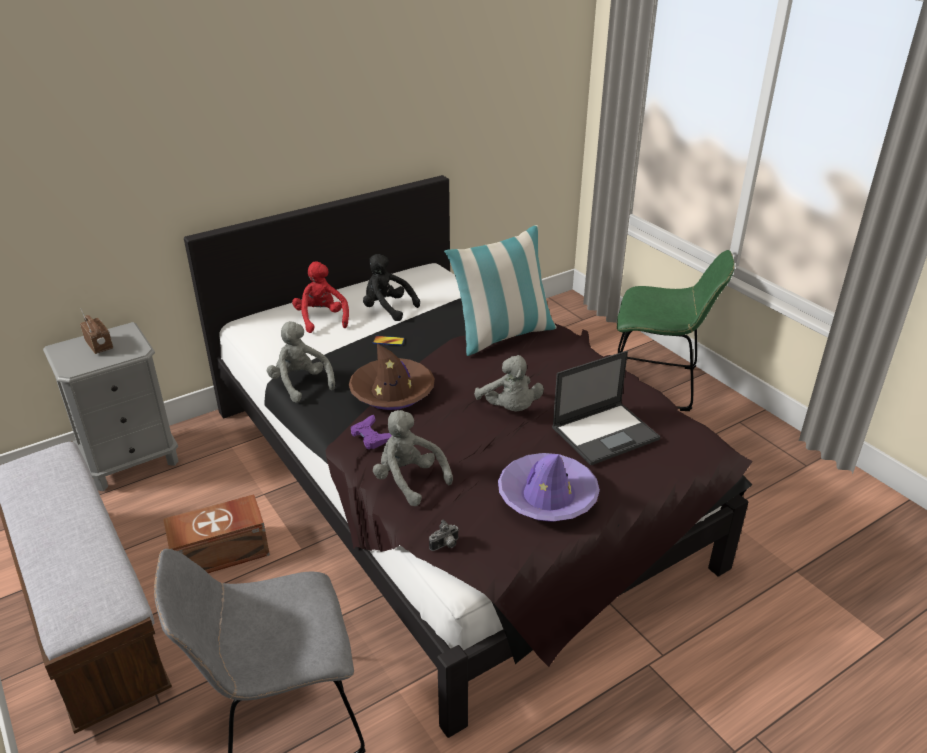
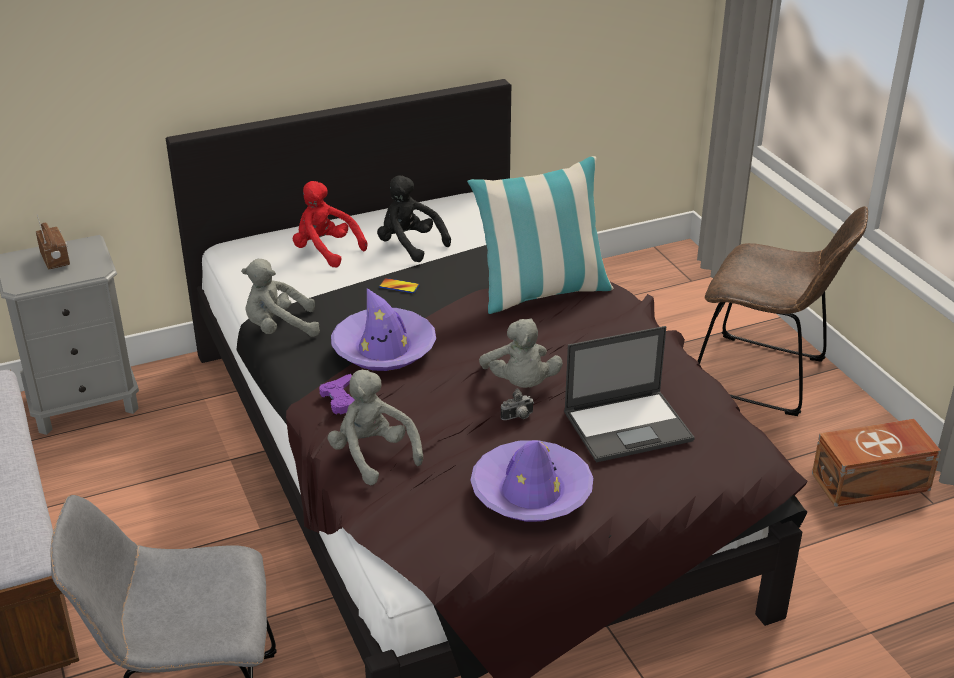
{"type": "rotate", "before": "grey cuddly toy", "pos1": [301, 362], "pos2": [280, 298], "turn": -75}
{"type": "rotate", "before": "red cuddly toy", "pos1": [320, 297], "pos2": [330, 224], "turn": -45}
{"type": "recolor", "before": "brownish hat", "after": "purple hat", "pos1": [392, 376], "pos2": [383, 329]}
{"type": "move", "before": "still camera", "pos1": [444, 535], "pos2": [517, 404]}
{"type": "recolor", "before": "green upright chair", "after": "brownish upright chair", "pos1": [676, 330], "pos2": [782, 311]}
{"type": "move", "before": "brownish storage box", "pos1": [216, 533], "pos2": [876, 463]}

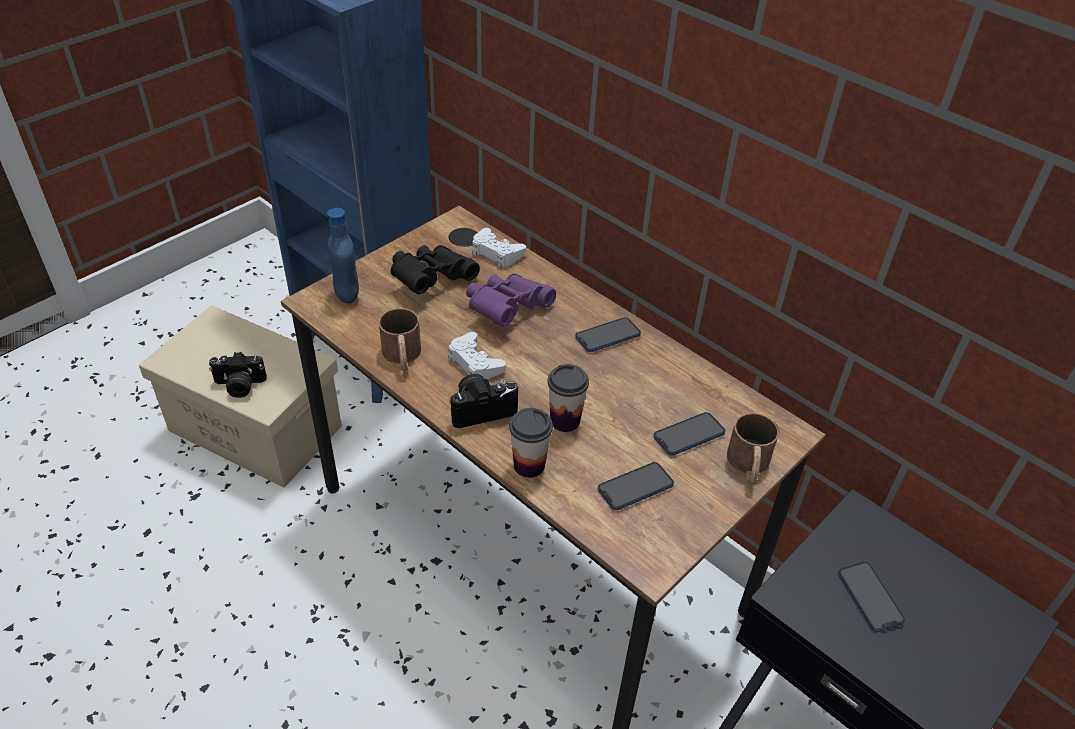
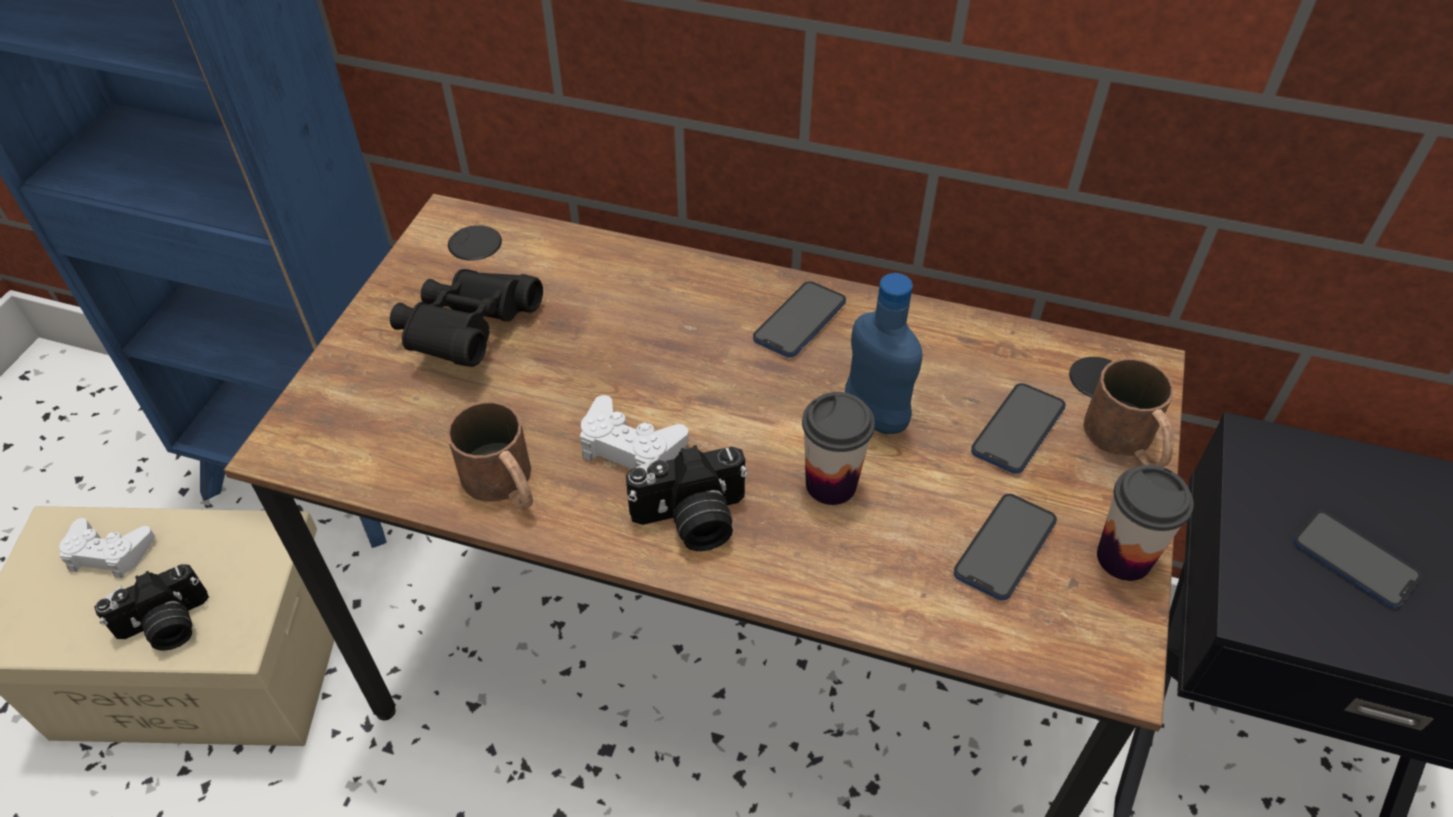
{"type": "move", "before": "whitish gamepad", "pos1": [499, 248], "pos2": [107, 548]}
{"type": "rotate", "before": "still camera", "pos1": [483, 401], "pos2": [687, 498], "turn": -150}
{"type": "move", "before": "bluish beverage bottle", "pos1": [343, 255], "pos2": [883, 353]}
{"type": "move", "before": "drinking cup", "pos1": [531, 443], "pos2": [1145, 523]}
{"type": "delete", "before": "purple field glasses", "pos1": [511, 300]}

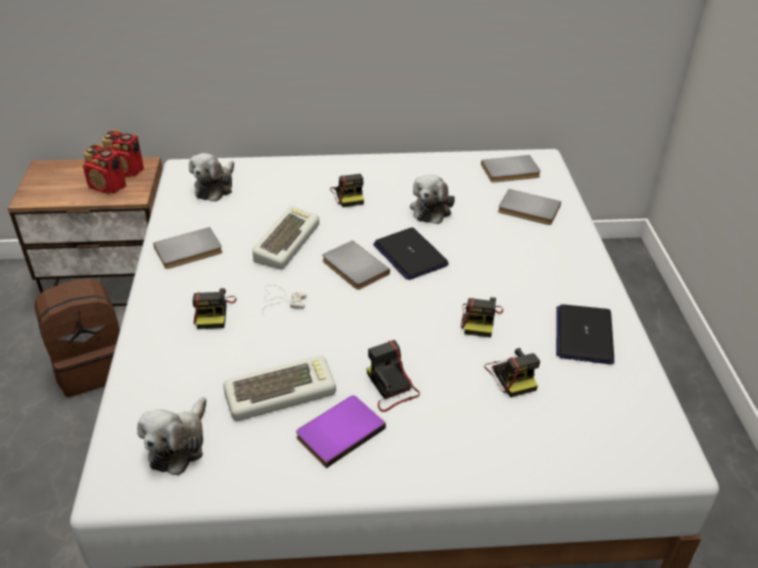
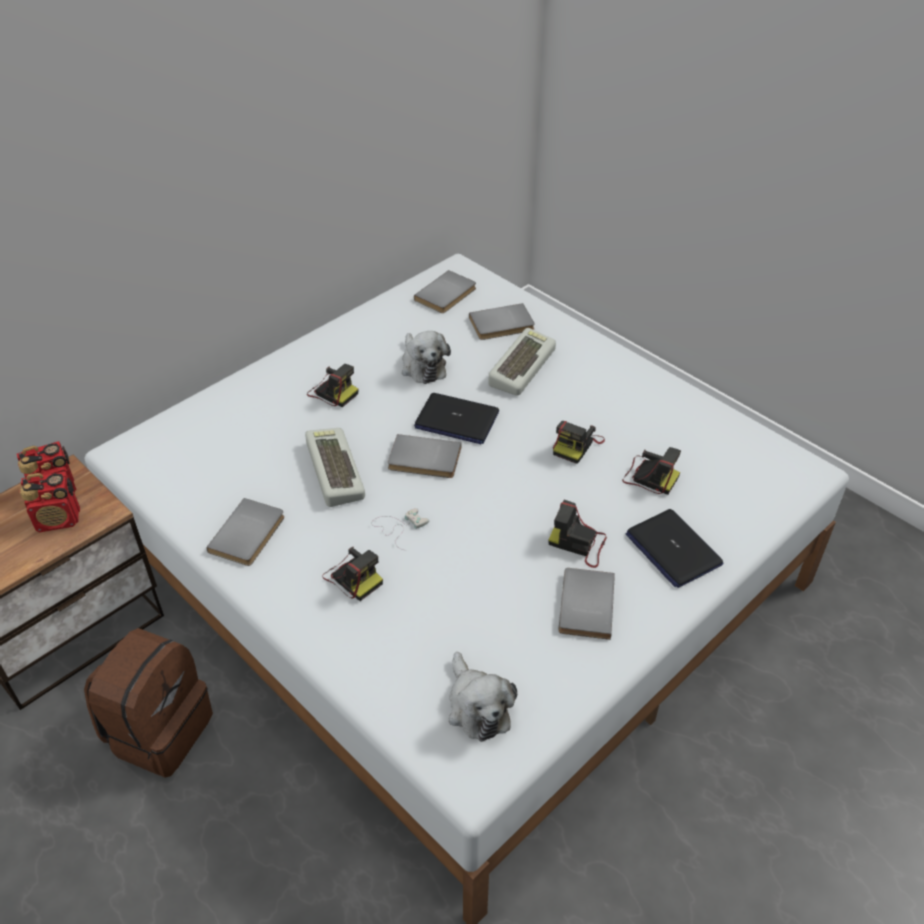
{"type": "move", "before": "keyboard", "pos1": [279, 388], "pos2": [522, 362]}
{"type": "rotate", "before": "still camera", "pos1": [482, 317], "pos2": [579, 442], "turn": 60}
{"type": "recolor", "before": "purple volume", "after": "grey volume", "pos1": [341, 431], "pos2": [587, 604]}
{"type": "move", "before": "notebook computer", "pos1": [585, 334], "pos2": [674, 548]}
{"type": "delete", "before": "cuddly toy", "pos1": [211, 177]}

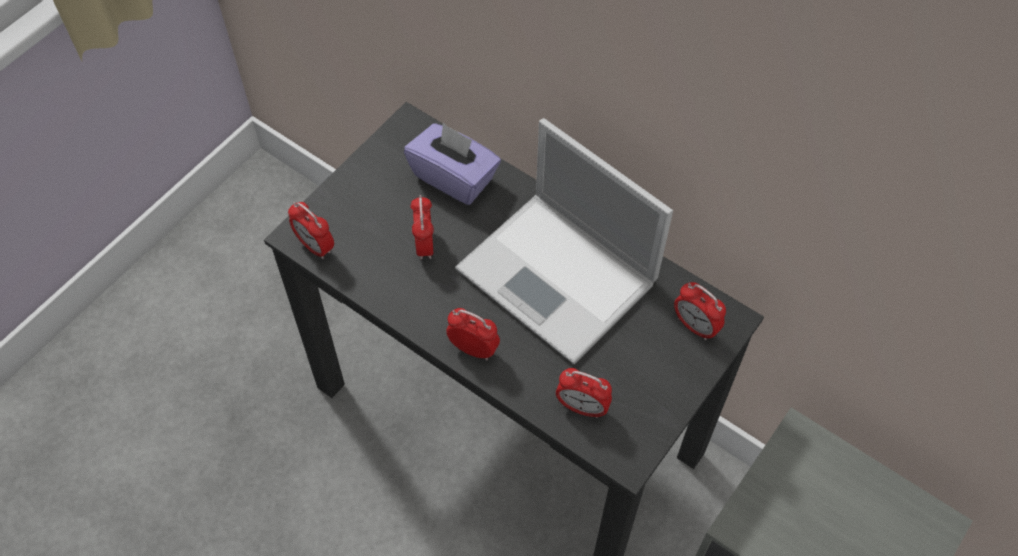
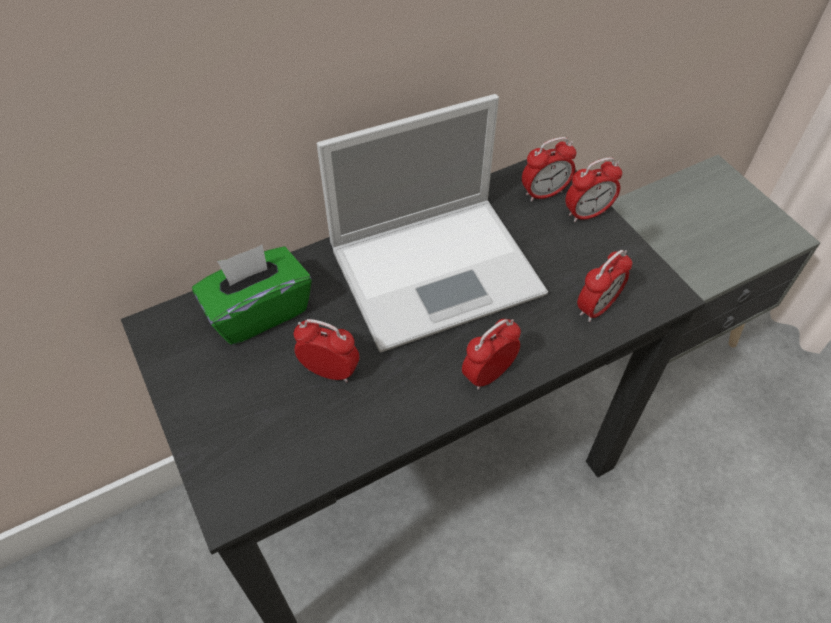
{"type": "recolor", "before": "purple tissue holder", "after": "green tissue holder", "pos1": [452, 164], "pos2": [252, 295]}
{"type": "move", "before": "alarm clock", "pos1": [311, 230], "pos2": [593, 190]}

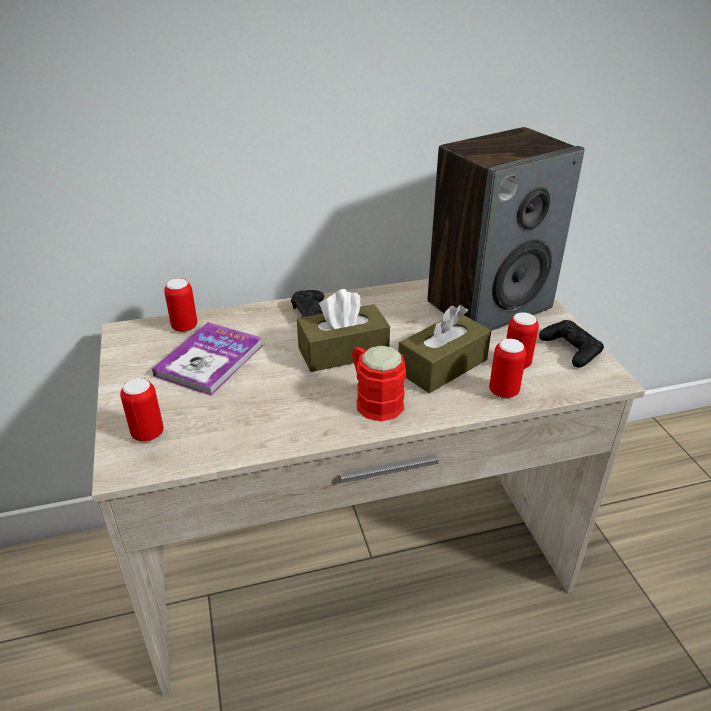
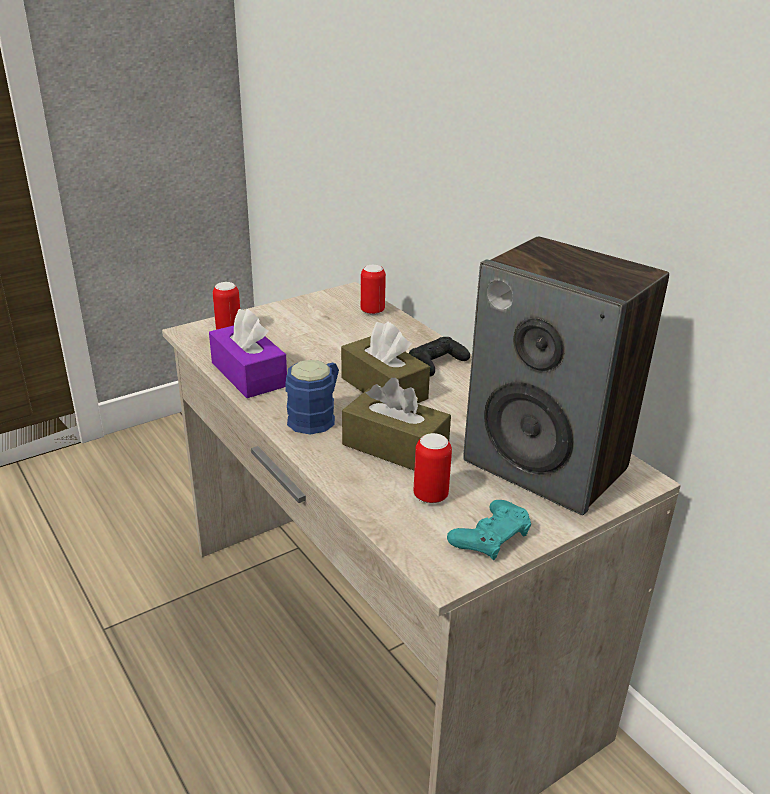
{"type": "insert", "after": "purple tissue holder", "pos2": [248, 353]}
{"type": "recolor", "before": "red mug", "after": "bluish mug", "pos1": [379, 384], "pos2": [312, 397]}
{"type": "recolor", "before": "blackish gamepad", "after": "turquoise-coloured gamepad", "pos1": [571, 344], "pos2": [489, 530]}
{"type": "delete", "before": "volume", "pos1": [207, 359]}
{"type": "delete", "before": "sealed can", "pos1": [508, 368]}

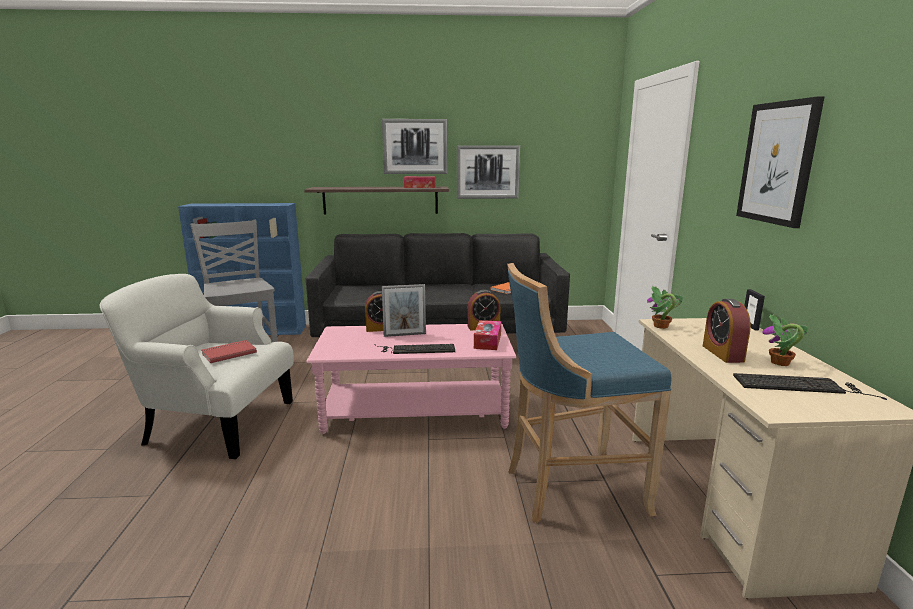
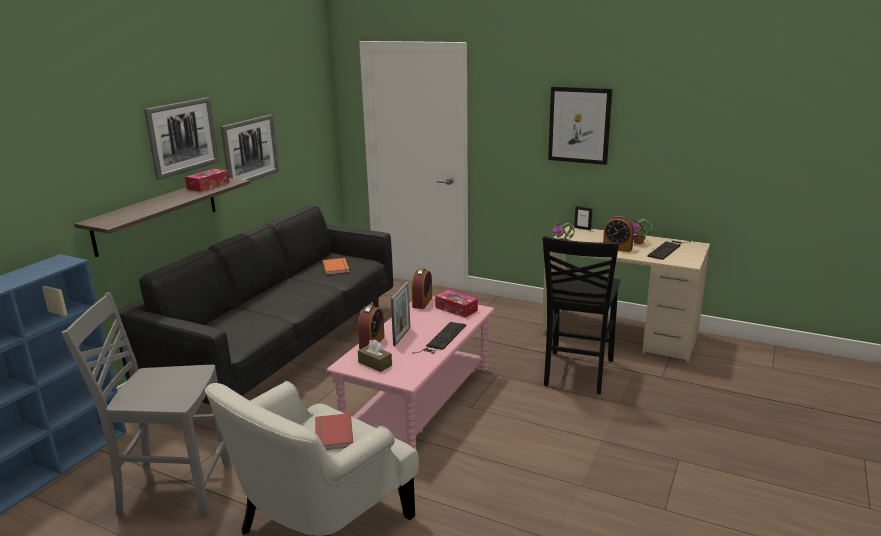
{"type": "insert", "after": "brownish tissue holder", "pos2": [375, 356]}
{"type": "replace", "before": "bluish sitting stool", "after": "blackish upright chair", "pos1": [589, 393], "pos2": [581, 315]}

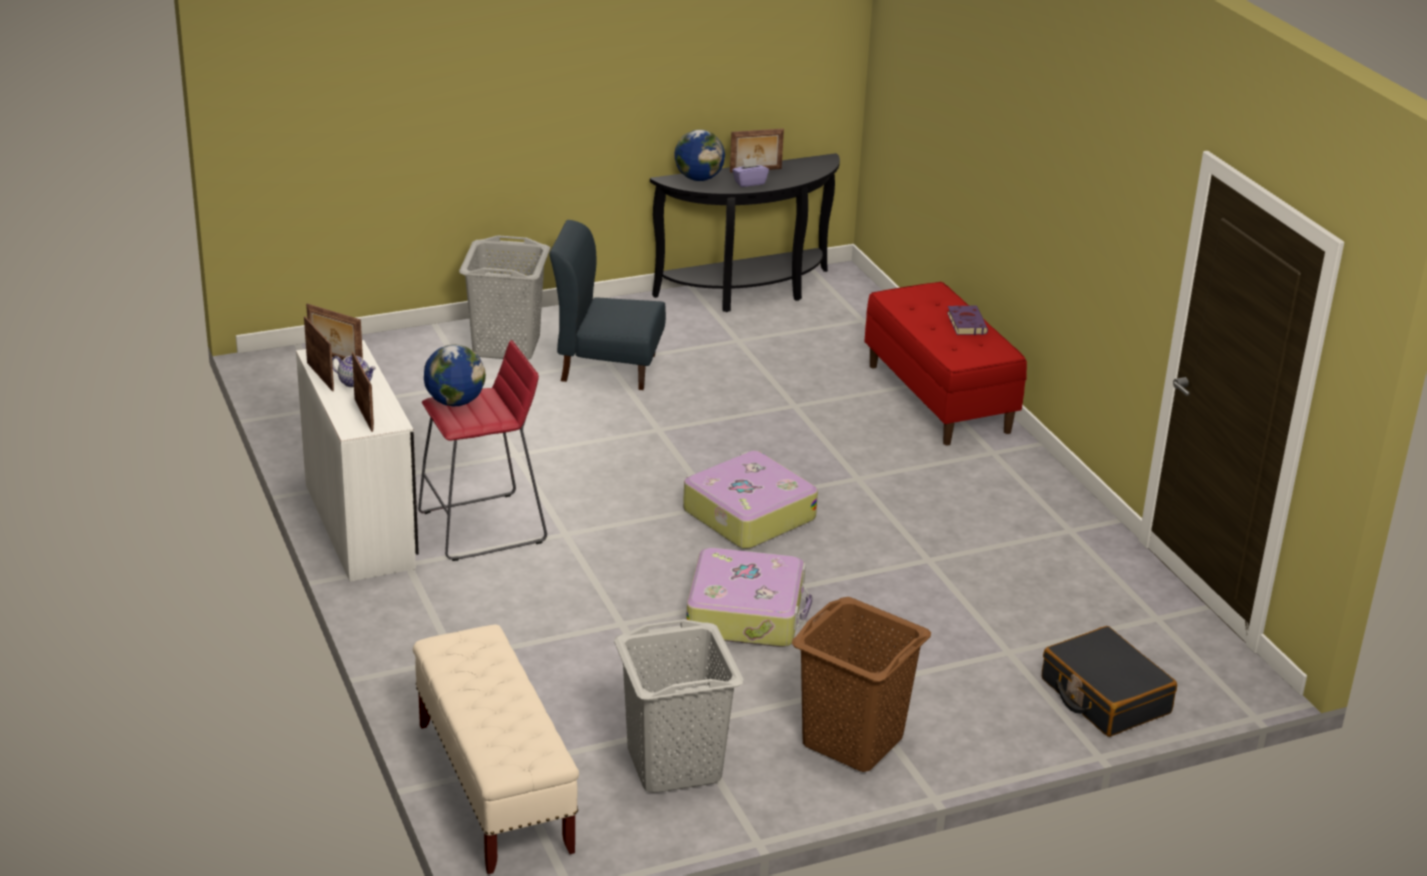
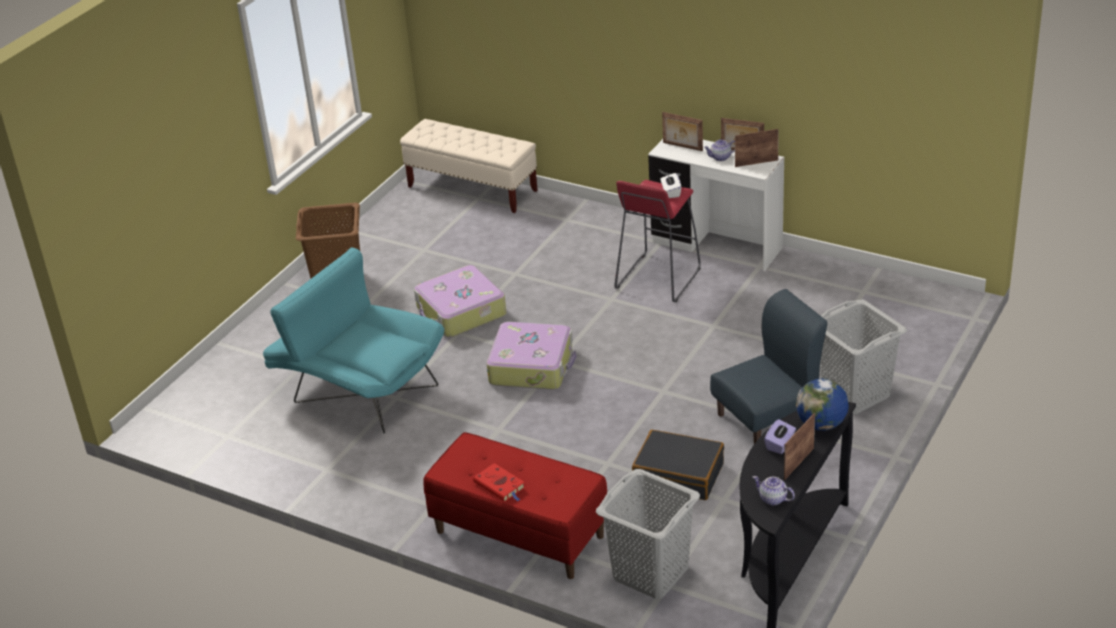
{"type": "insert", "after": "turquoise-coloured easy chair", "pos2": [353, 341]}
{"type": "recolor", "before": "purple volume", "after": "red volume", "pos1": [967, 320], "pos2": [499, 482]}
{"type": "move", "before": "grey laundry basket", "pos1": [679, 706], "pos2": [648, 534]}
{"type": "move", "before": "blackish piece of luggage", "pos1": [1109, 681], "pos2": [678, 465]}
{"type": "replace", "before": "desk globe", "after": "whitish tissue holder", "pos1": [455, 375], "pos2": [670, 185]}
{"type": "insert", "after": "pot for tea", "pos2": [774, 490]}

